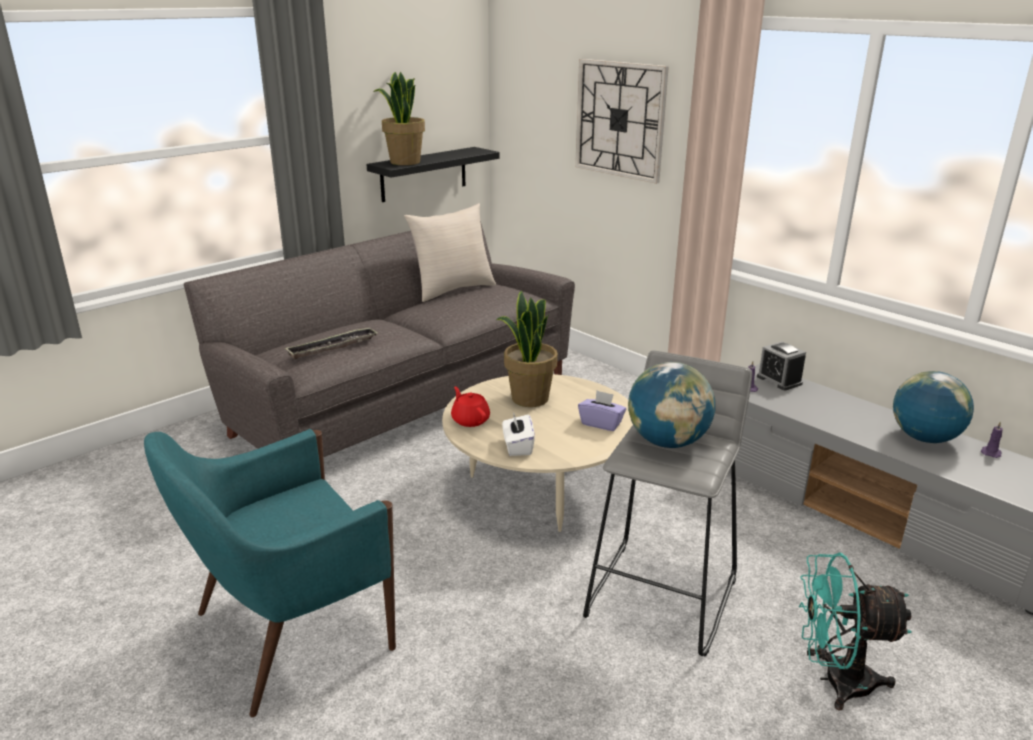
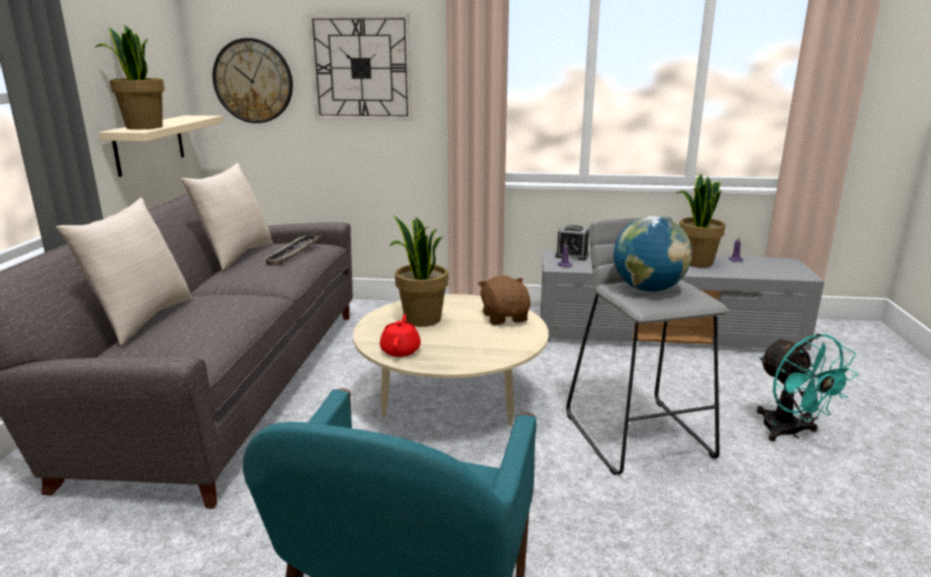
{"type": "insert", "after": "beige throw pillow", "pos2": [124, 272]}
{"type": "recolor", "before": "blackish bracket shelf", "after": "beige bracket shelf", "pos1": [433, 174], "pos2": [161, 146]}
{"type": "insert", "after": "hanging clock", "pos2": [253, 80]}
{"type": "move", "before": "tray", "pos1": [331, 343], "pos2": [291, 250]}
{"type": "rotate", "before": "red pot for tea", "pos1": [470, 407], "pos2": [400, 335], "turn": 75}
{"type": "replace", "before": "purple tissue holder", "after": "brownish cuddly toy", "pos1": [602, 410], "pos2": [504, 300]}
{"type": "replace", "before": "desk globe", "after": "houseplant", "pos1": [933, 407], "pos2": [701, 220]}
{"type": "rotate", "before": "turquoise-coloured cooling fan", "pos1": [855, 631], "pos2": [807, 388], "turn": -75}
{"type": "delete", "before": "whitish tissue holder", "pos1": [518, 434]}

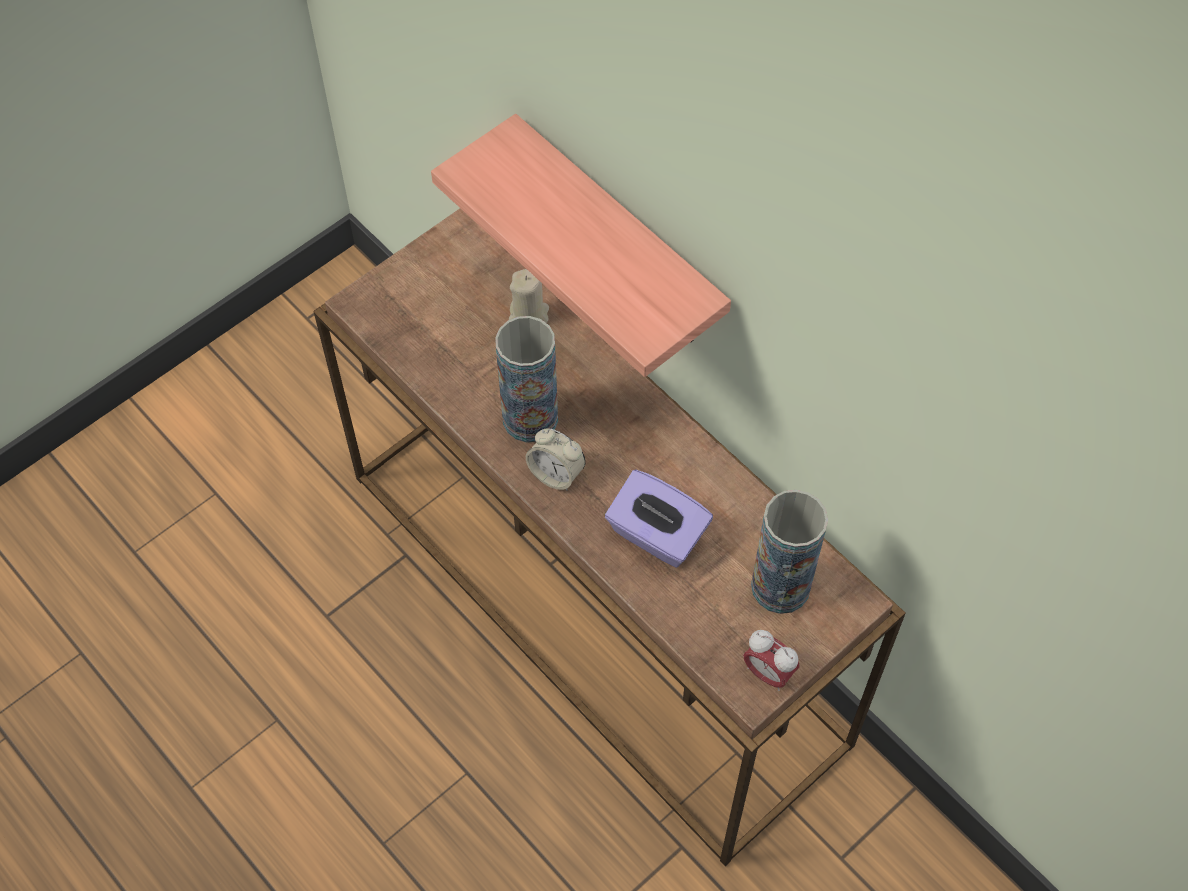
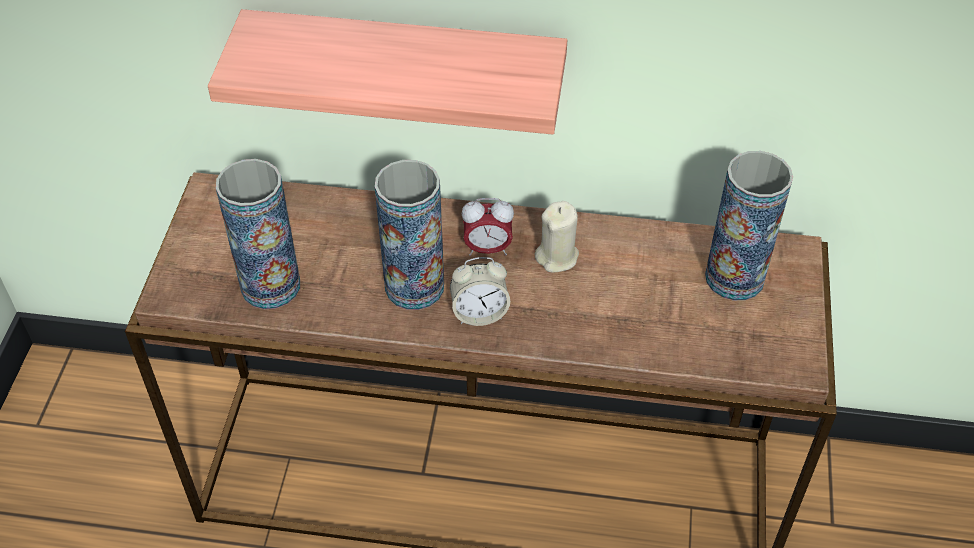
{"type": "insert", "after": "vase", "pos2": [258, 234]}
{"type": "move", "before": "alarm clock", "pos1": [771, 660], "pos2": [488, 227]}
{"type": "move", "before": "beige wax light", "pos1": [529, 296], "pos2": [556, 236]}
{"type": "delete", "before": "purple tissue holder", "pos1": [659, 519]}

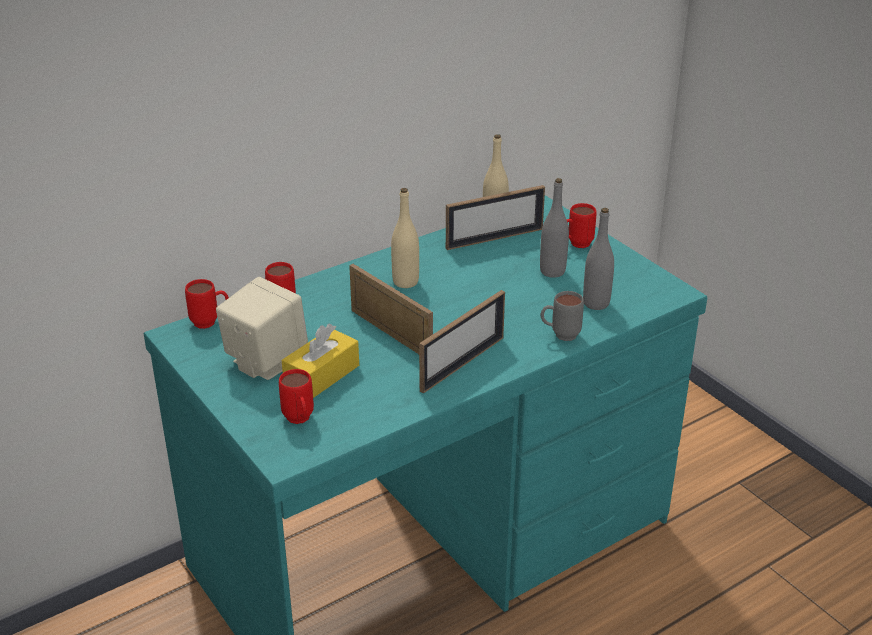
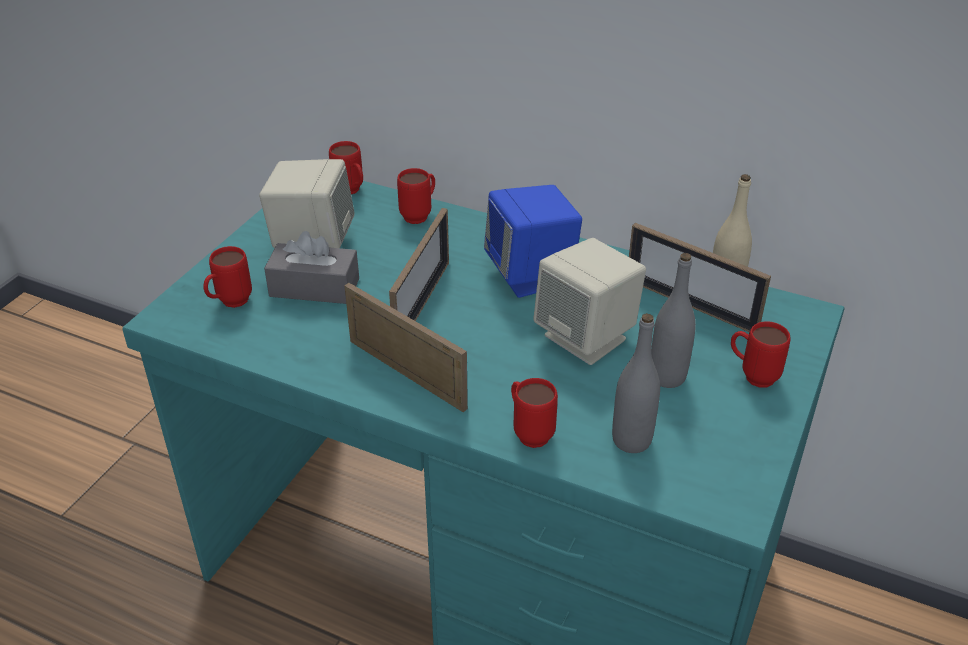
{"type": "recolor", "before": "yellow-coloured tissue holder", "after": "grey tissue holder", "pos1": [320, 360], "pos2": [311, 267]}
{"type": "rotate", "before": "picture frame", "pos1": [462, 342], "pos2": [406, 347], "turn": -150}
{"type": "replace", "before": "beige beverage bottle", "after": "bluish audio speaker", "pos1": [405, 238], "pos2": [533, 241]}
{"type": "recolor", "before": "grey mug", "after": "red mug", "pos1": [562, 316], "pos2": [534, 413]}
{"type": "insert", "after": "beige audio speaker", "pos2": [589, 301]}

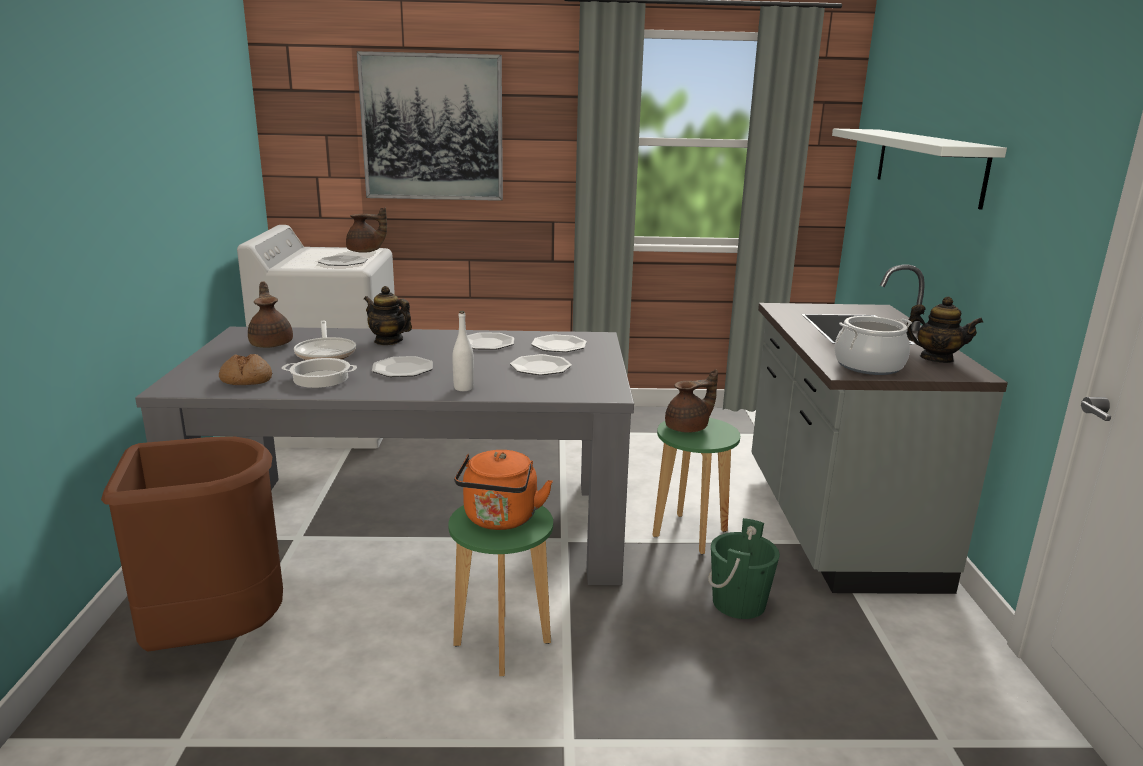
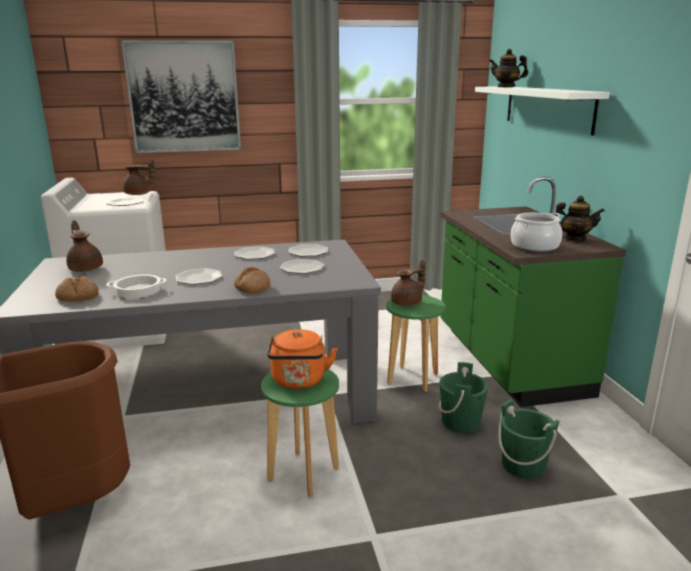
{"type": "replace", "before": "whitish beverage bottle", "after": "bakery bread", "pos1": [463, 351], "pos2": [252, 280]}
{"type": "recolor", "before": "grey kitchen counter", "after": "green kitchen counter", "pos1": [879, 429], "pos2": [533, 292]}
{"type": "move", "before": "pot for tea", "pos1": [388, 315], "pos2": [508, 68]}
{"type": "insert", "after": "green bucket", "pos2": [529, 439]}
{"type": "delete", "before": "pan", "pos1": [325, 340]}

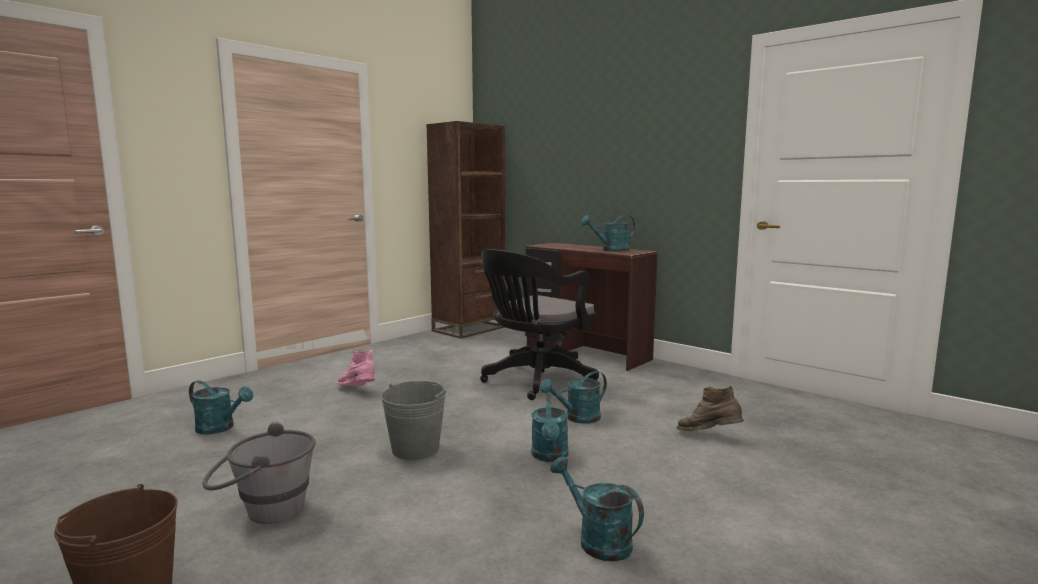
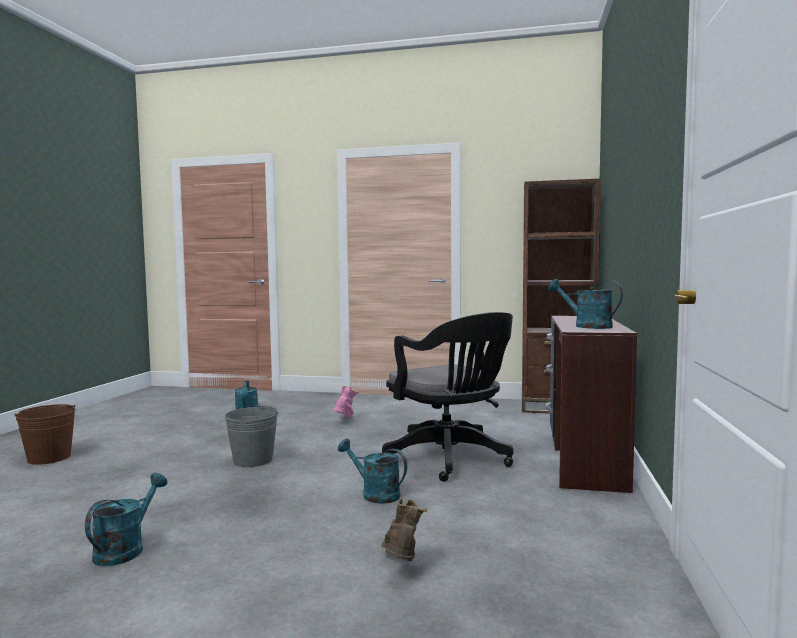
{"type": "rotate", "before": "blackish office chair", "pos1": [539, 324], "pos2": [447, 397], "turn": -135}
{"type": "delete", "before": "grey bucket", "pos1": [259, 473]}
{"type": "delete", "before": "turquoise-coloured sprinkling can", "pos1": [550, 429]}

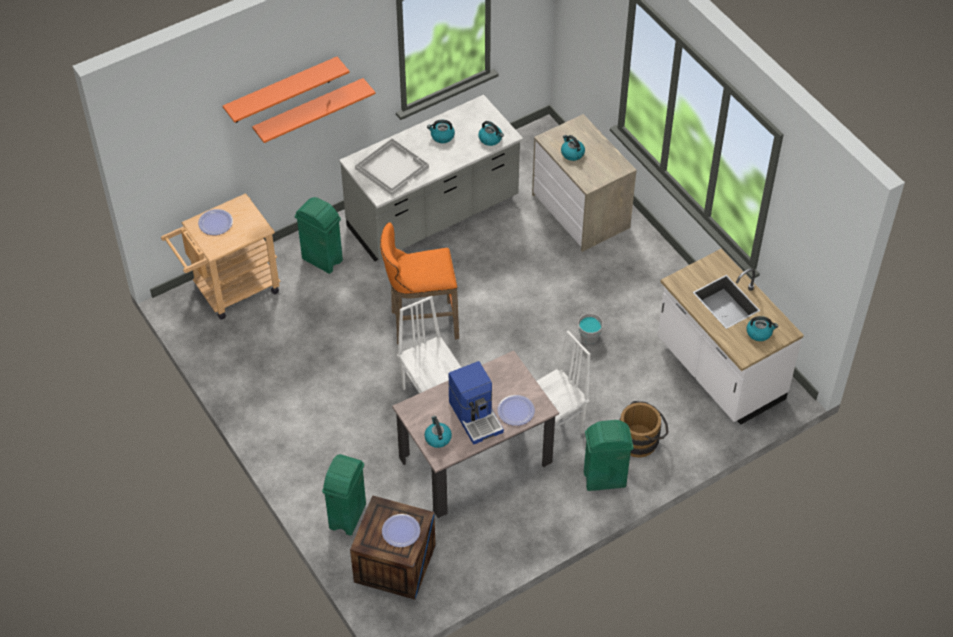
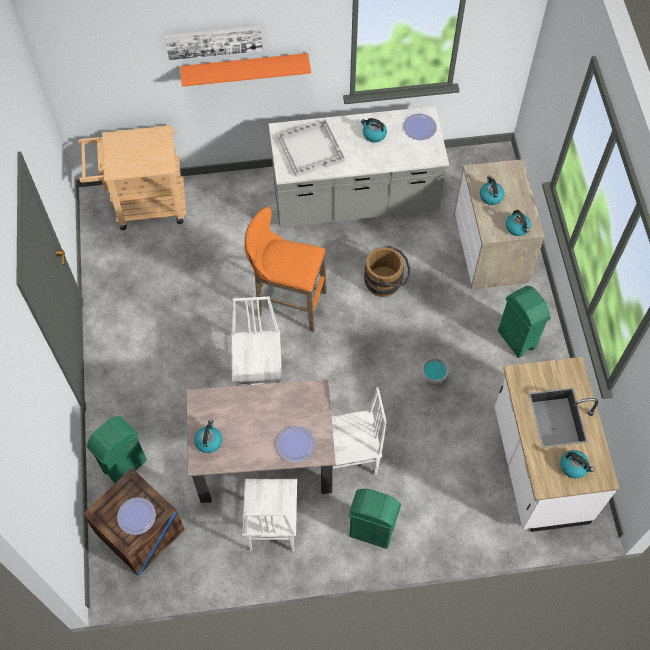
{"type": "replace", "before": "orangey bracket shelf", "after": "picture", "pos1": [286, 90], "pos2": [214, 42]}
{"type": "insert", "after": "whitish upright chair", "pos2": [269, 515]}
{"type": "move", "before": "brownish bucket", "pos1": [644, 429], "pos2": [387, 271]}
{"type": "move", "before": "dinner plate", "pos1": [215, 222], "pos2": [420, 127]}
{"type": "move", "before": "green rubbish bin", "pos1": [319, 235], "pos2": [524, 322]}
{"type": "move", "before": "tea kettle", "pos1": [491, 133], "pos2": [518, 223]}
{"type": "delete", "before": "coffee brewer", "pos1": [476, 403]}

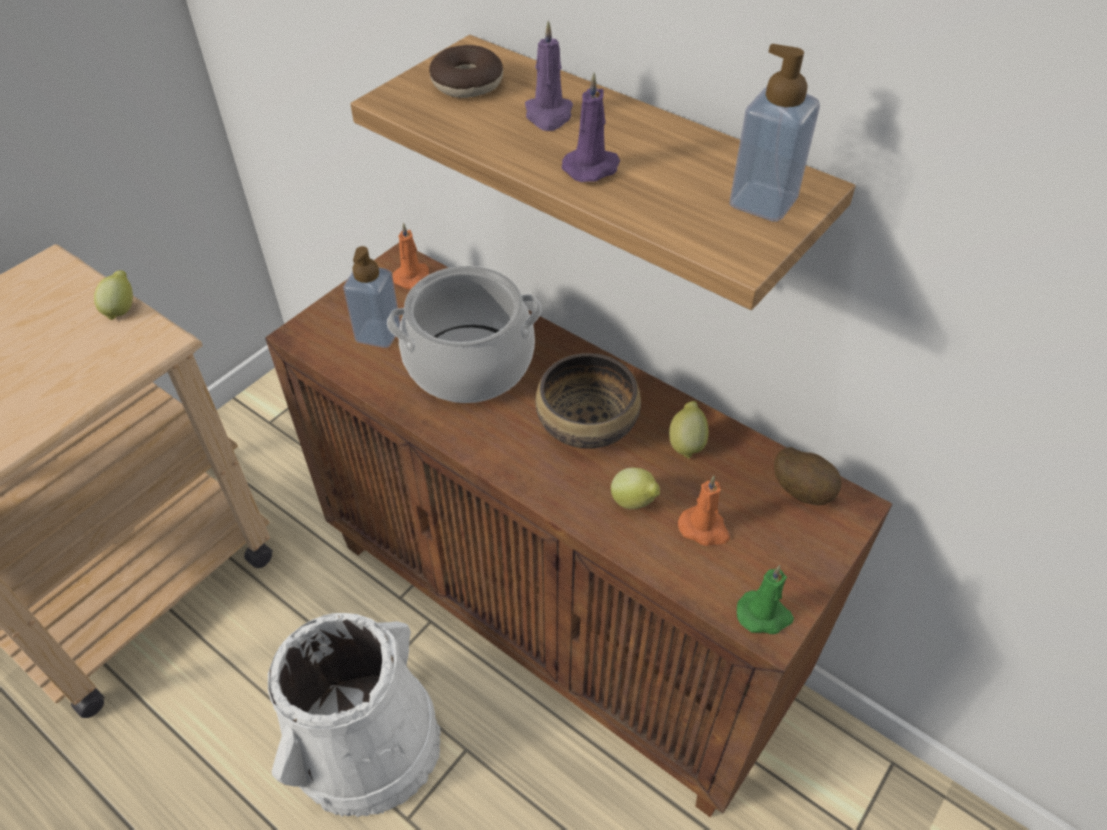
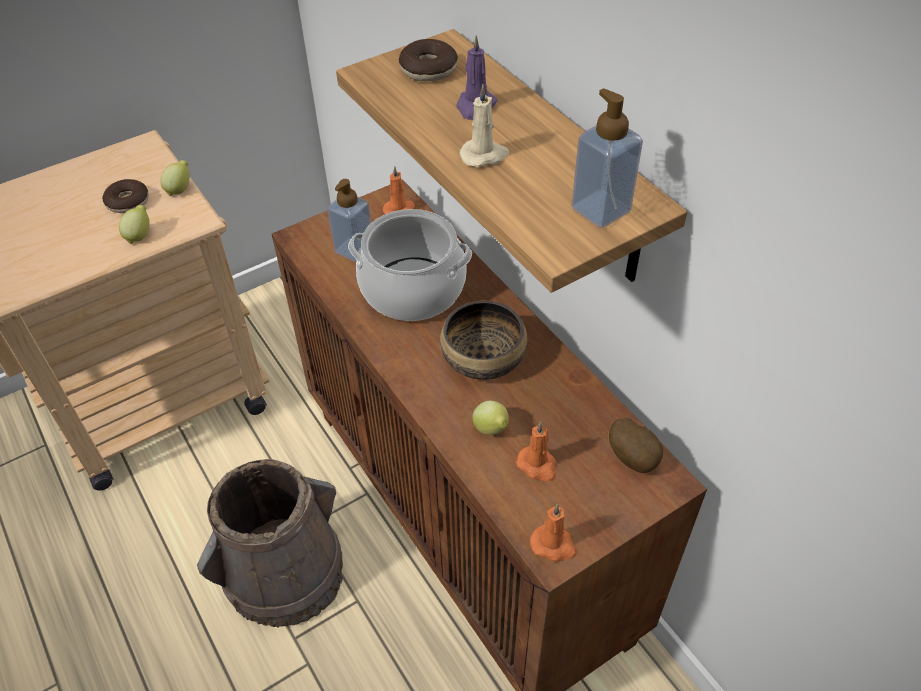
{"type": "insert", "after": "ring doughnut", "pos2": [125, 196]}
{"type": "move", "before": "whole lemon", "pos1": [689, 430], "pos2": [134, 224]}
{"type": "recolor", "before": "whitish bucket", "after": "brownish bucket", "pos1": [354, 715], "pos2": [270, 543]}
{"type": "recolor", "before": "purple wax light", "after": "beige wax light", "pos1": [591, 127], "pos2": [484, 125]}
{"type": "recolor", "before": "green wax light", "after": "orangey wax light", "pos1": [765, 599], "pos2": [553, 533]}

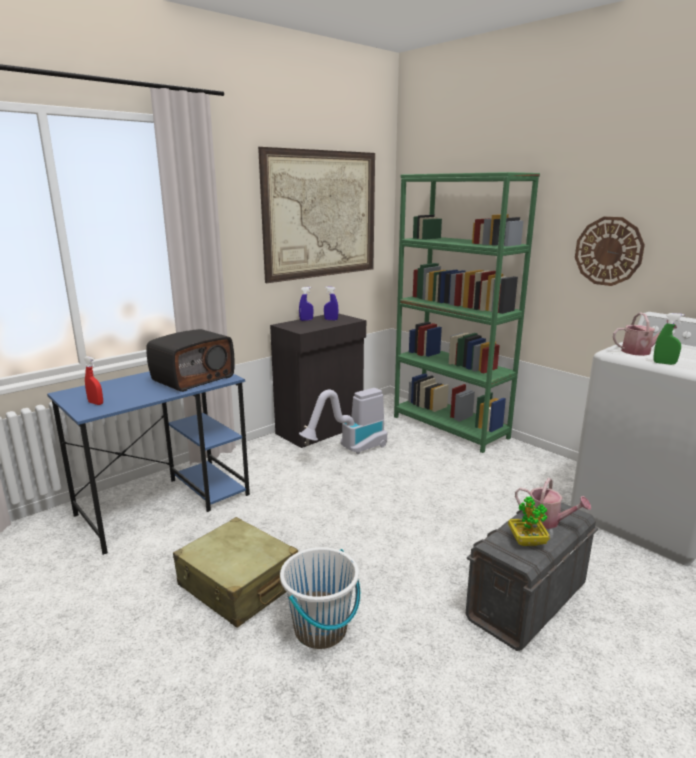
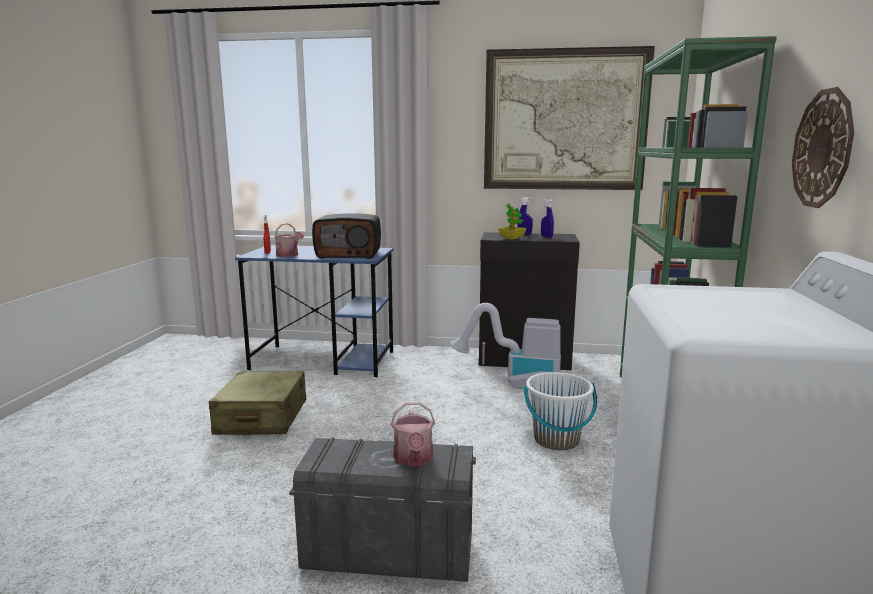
{"type": "move", "before": "sprinkling can", "pos1": [645, 334], "pos2": [289, 240]}
{"type": "move", "before": "houseplant", "pos1": [529, 521], "pos2": [512, 222]}
{"type": "move", "before": "whitish bucket", "pos1": [320, 598], "pos2": [560, 411]}
{"type": "delete", "before": "green hand sprayer", "pos1": [669, 339]}

